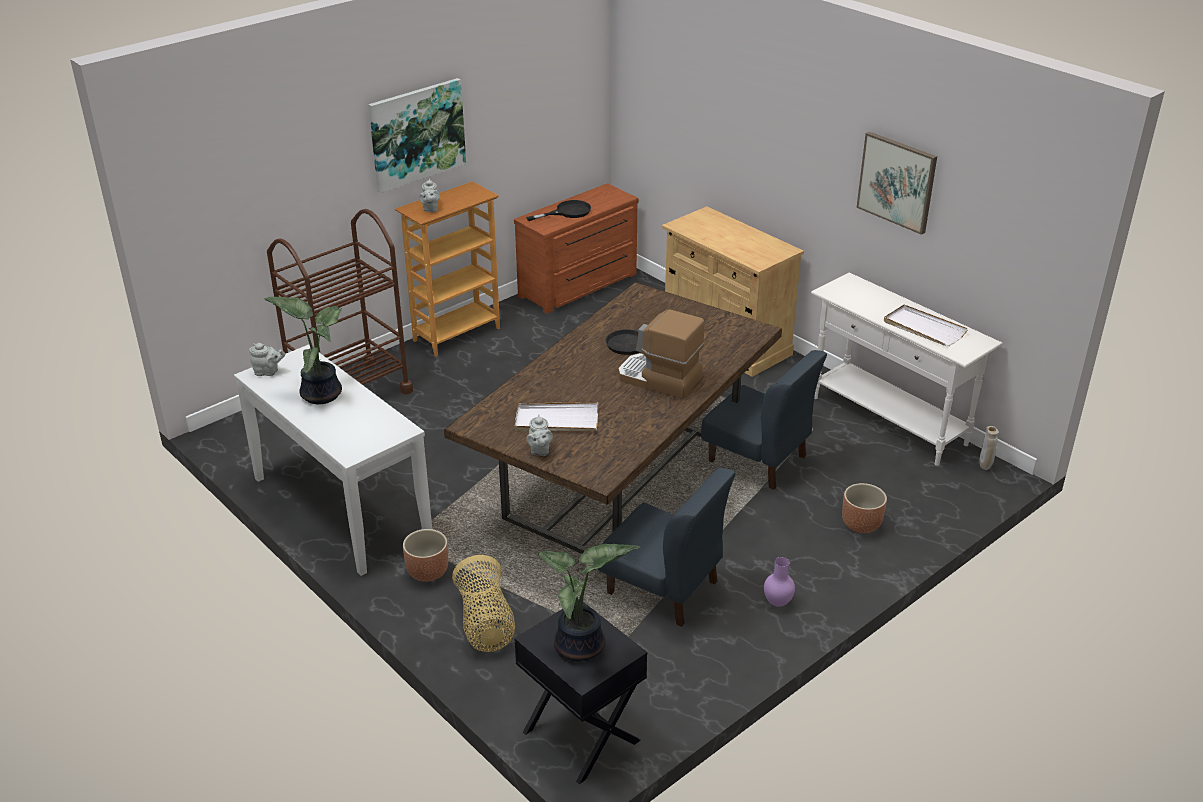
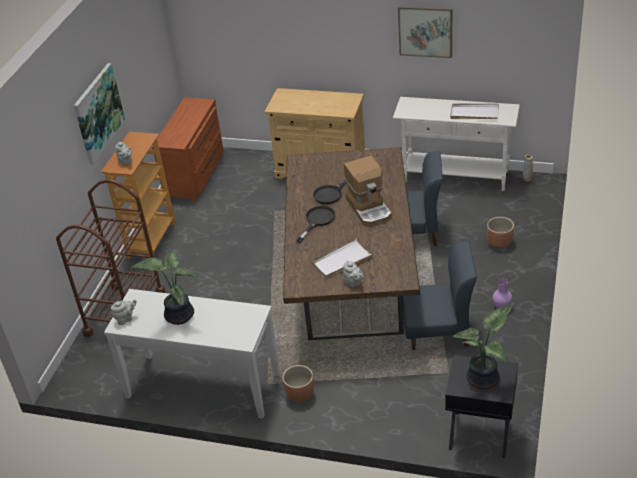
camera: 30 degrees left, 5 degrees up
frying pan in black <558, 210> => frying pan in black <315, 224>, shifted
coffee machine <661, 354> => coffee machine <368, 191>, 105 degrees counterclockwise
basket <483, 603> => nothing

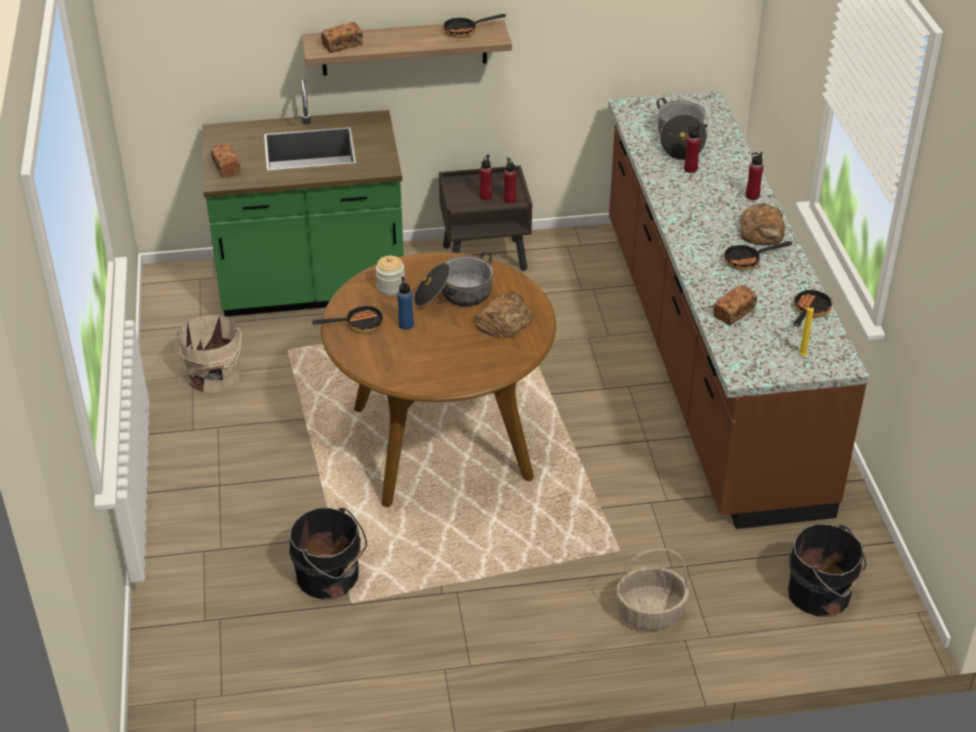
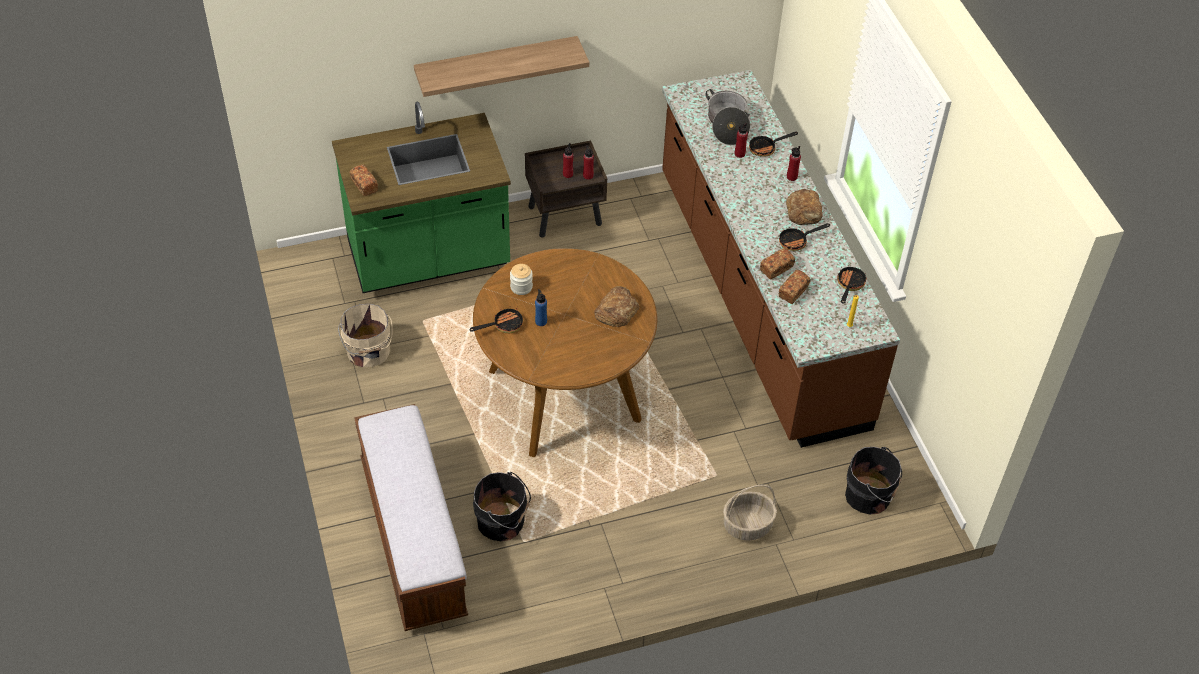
camera: 10 degrees left, 10 degrees up
nothing => bench <411, 517>
frying pan <475, 26> => frying pan <773, 144>, shifted
bread <342, 37> => bread <777, 264>, shifted
cooking pot <453, 279> => nothing

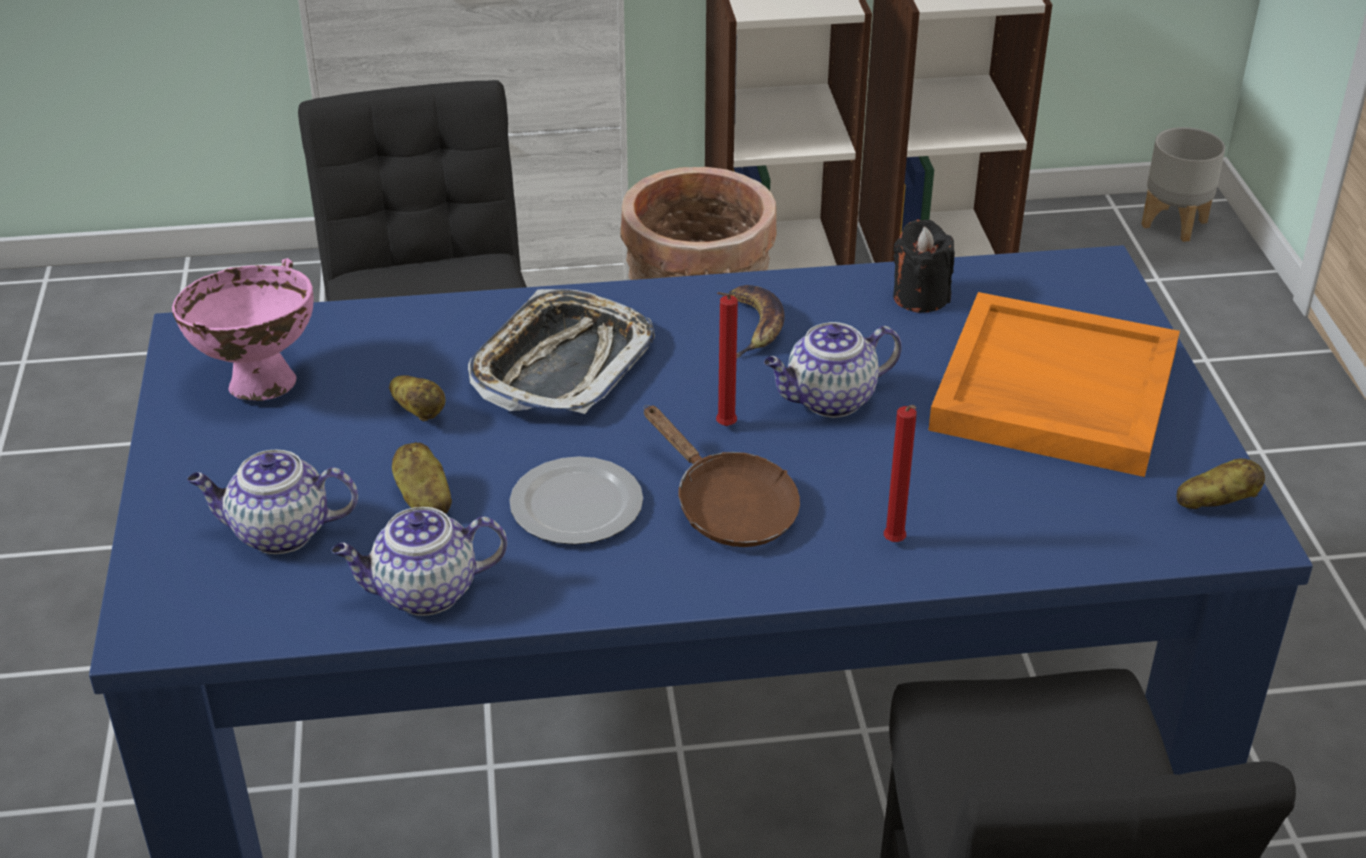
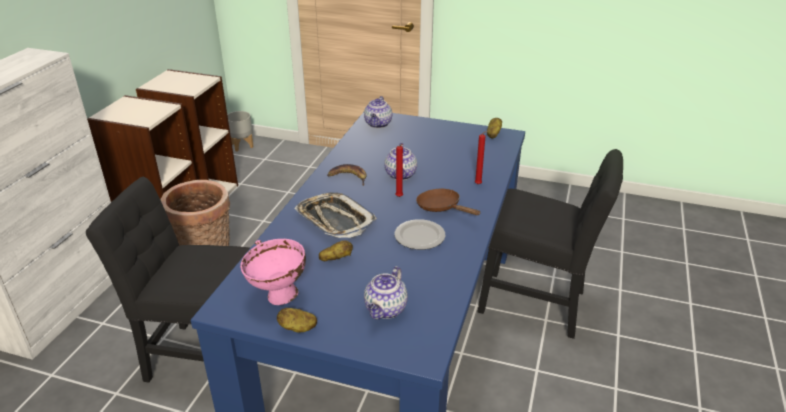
camera: 65 degrees left, 5 degrees down
potato <422, 478> => potato <297, 320>, shifted
teapot <419, 561> => teapot <378, 112>, shifted
frying pan in brown <722, 476> => frying pan in brown <448, 202>, 120 degrees counterclockwise
candle in black <924, 266> => nothing
tray in orange <1054, 384> => nothing

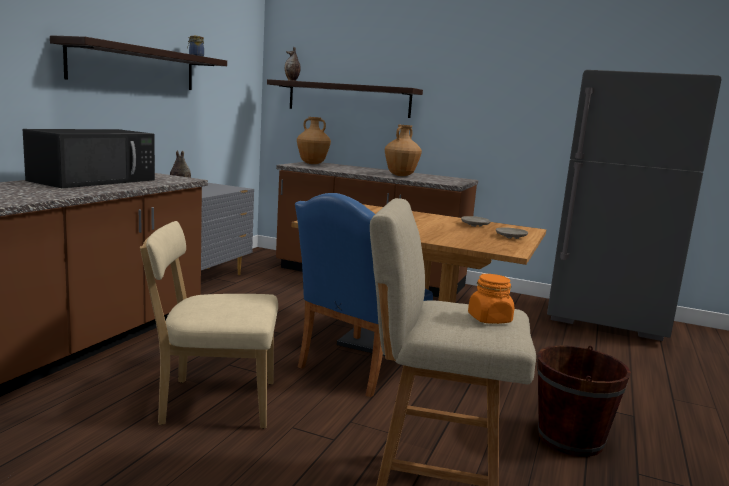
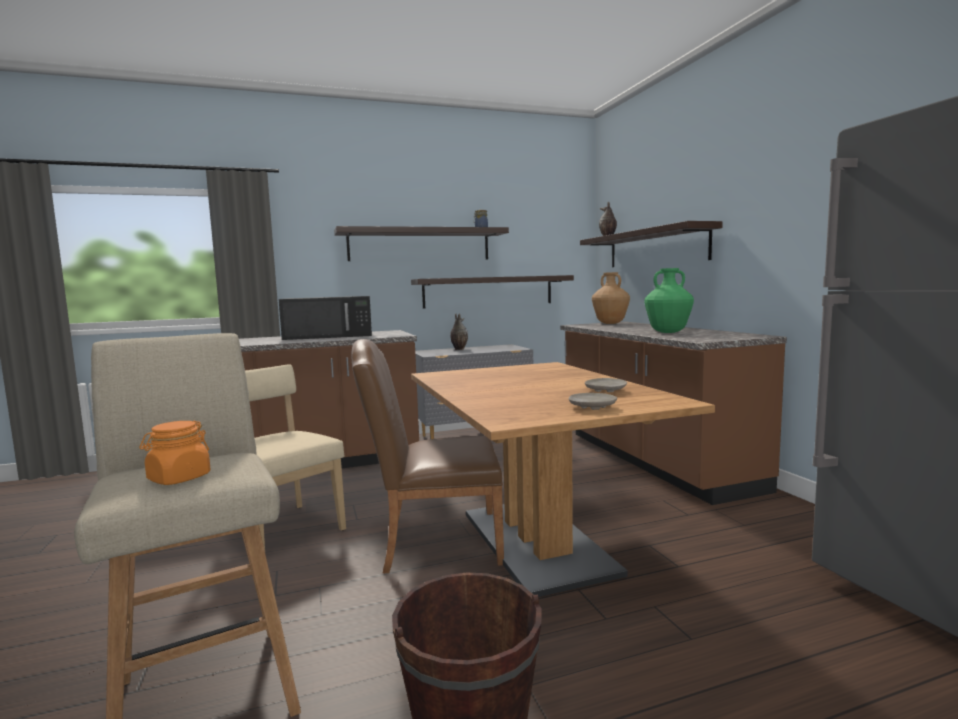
camera: 50 degrees right, 5 degrees down
chair in blue <364, 295> => chair in brown <427, 456>
nothing => shelf <492, 291>
vase in brown <403, 150> => vase in green <669, 300>

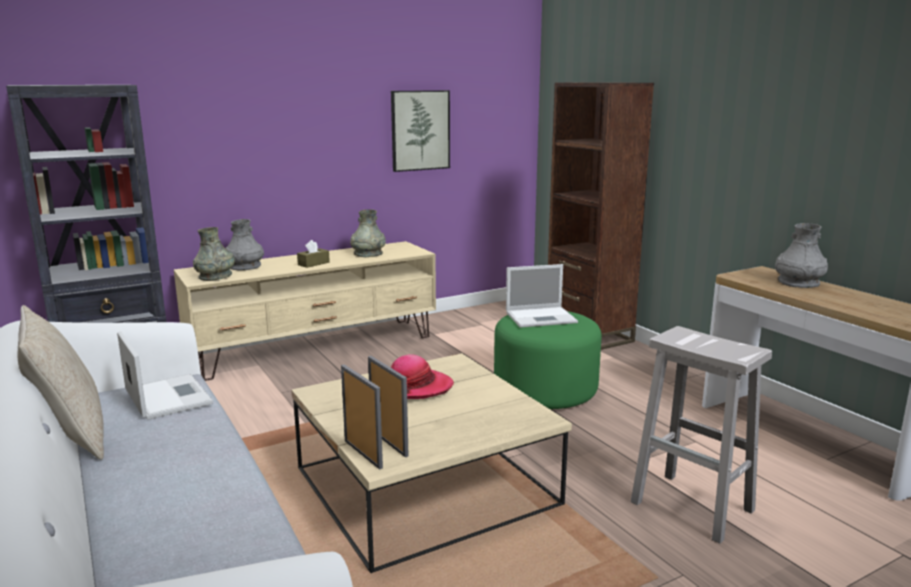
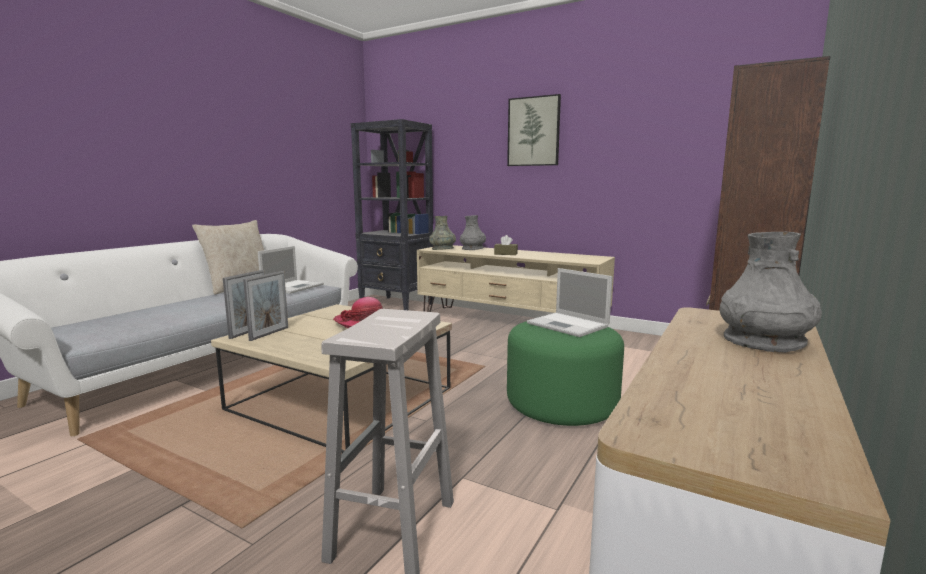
camera: 60 degrees right, 5 degrees down
picture <420, 131> => picture <534, 130>, shifted
vase in grey <368, 233> => nothing

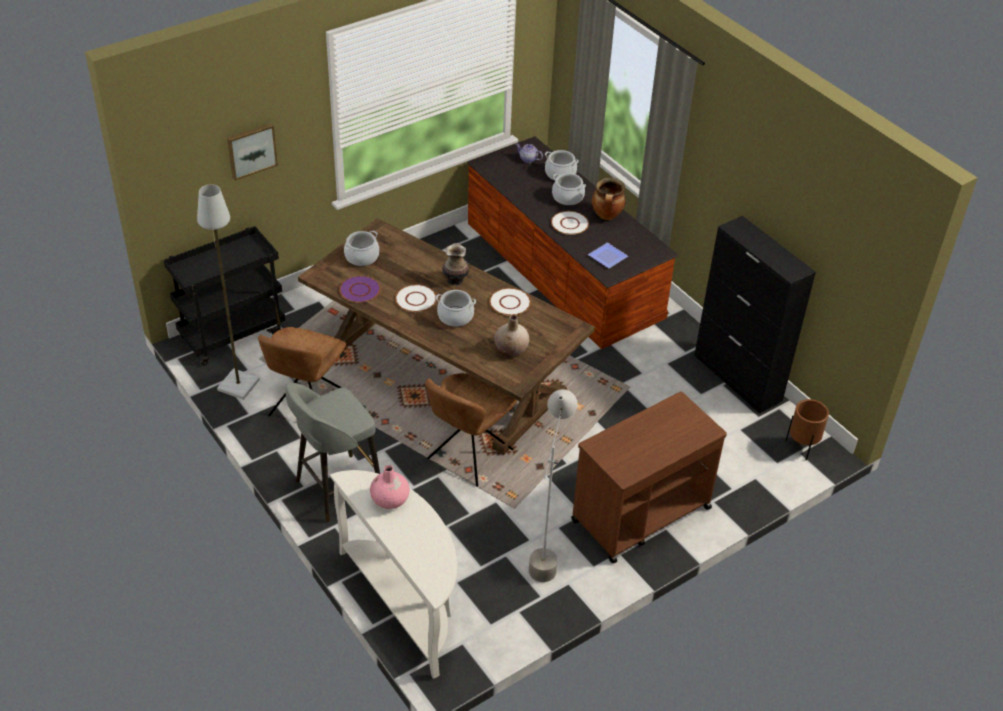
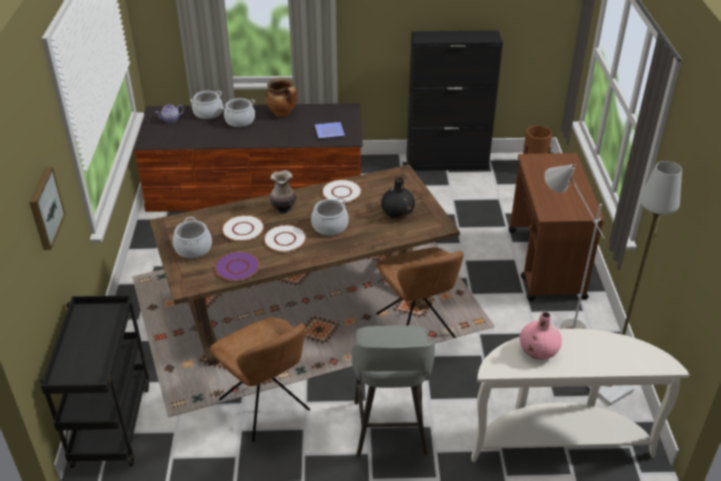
camera: 55 degrees left, 5 degrees down
plate in white <570, 223> => plate in white <243, 228>, shifted
vase in beige <512, 335> => vase in black <398, 198>
floor lamp in grey <228, 292> => floor lamp in grey <634, 283>, shifted

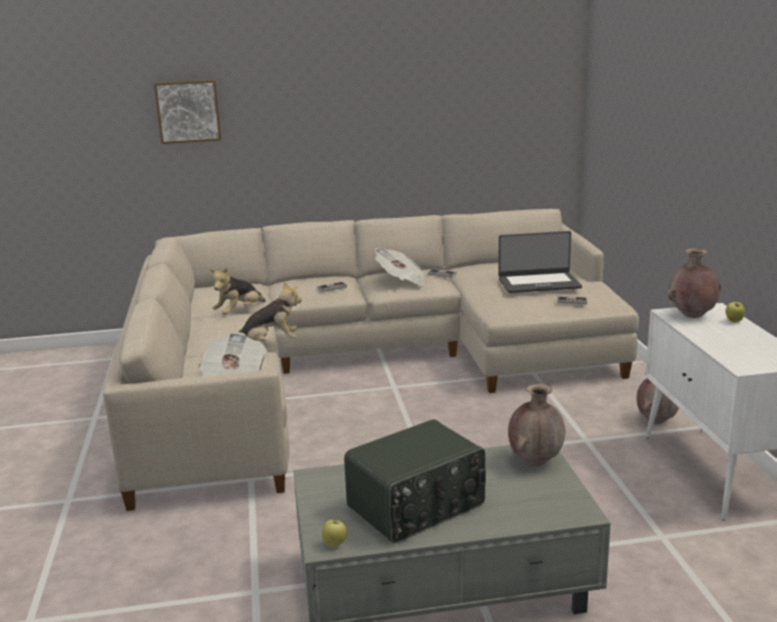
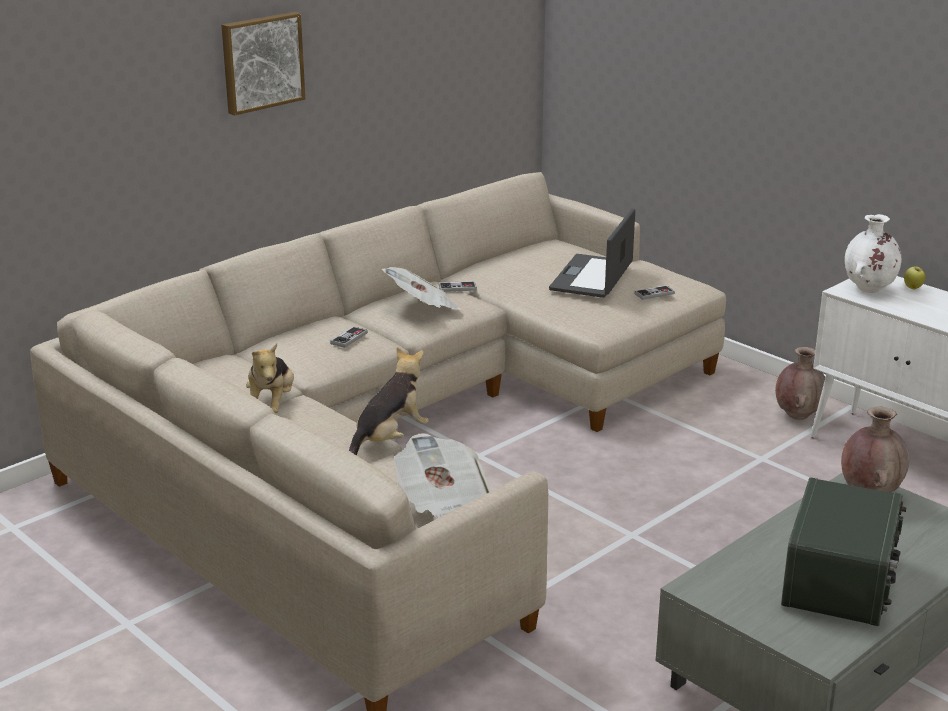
camera: 35 degrees left, 5 degrees up
picture <187, 112> => picture <263, 64>, shifted
laptop <540, 262> => laptop <592, 253>, 150 degrees clockwise
vase in brown <694, 283> => vase in white <873, 253>
apple <334, 533> => nothing

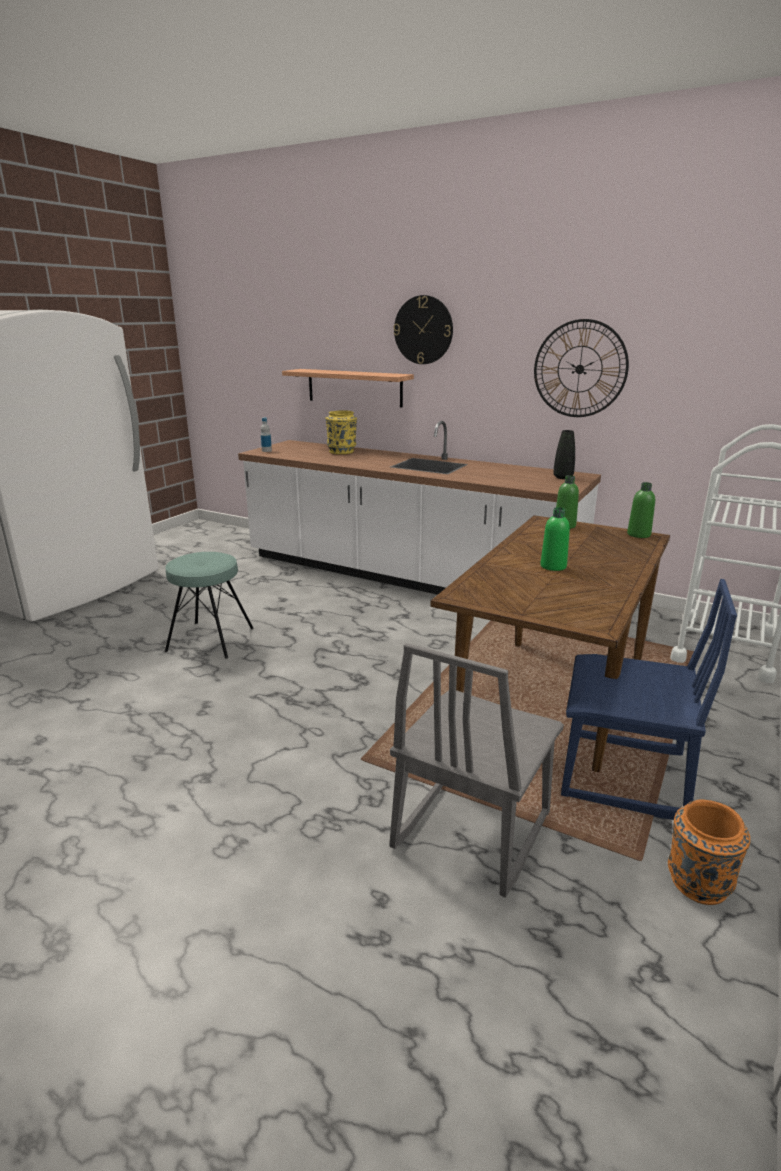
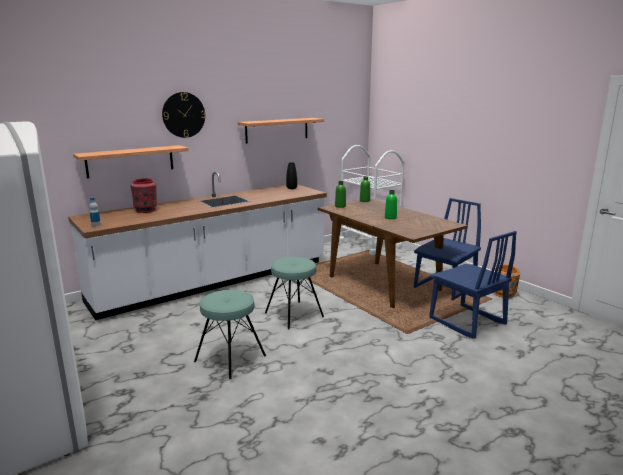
camera: 65 degrees left, 5 degrees down
vase in yellow <341, 432> => vase in red <144, 195>
wall clock <581, 368> => shelf <281, 130>
nothing => stool in turquoise <294, 293>
chair in grey <476, 770> => chair in blue <473, 285>

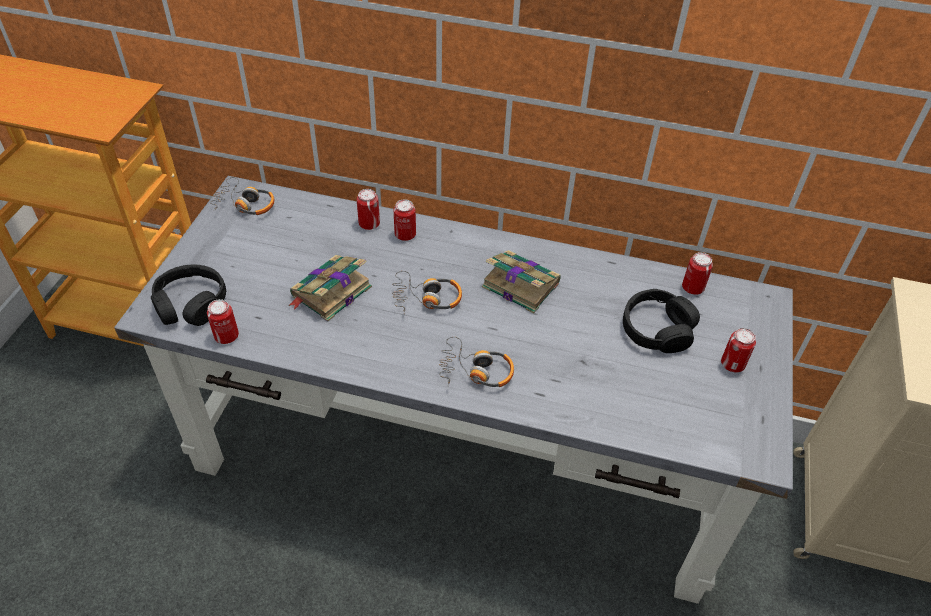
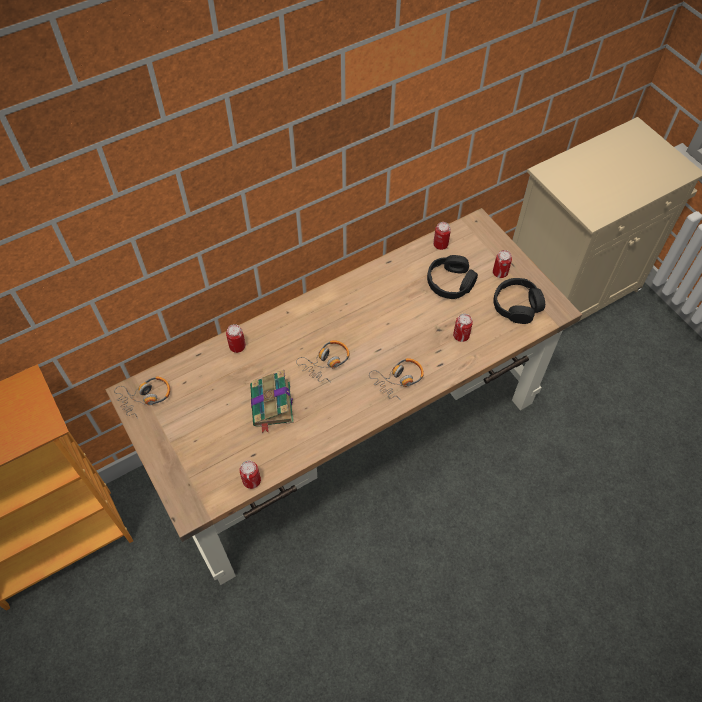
camera: 45 degrees left, 10 degrees up
desk in grey <453, 390> => desk in brown <343, 396>
can <405, 220> => can <463, 328>, shifted
headphones in black <189, 295> => headphones in black <519, 301>, shifted
book <521, 281> => nothing

